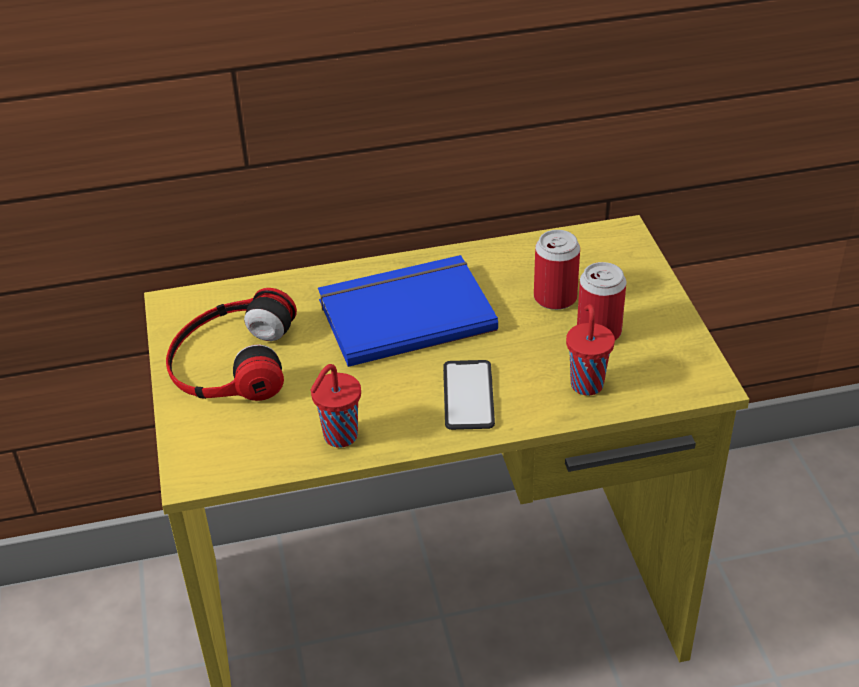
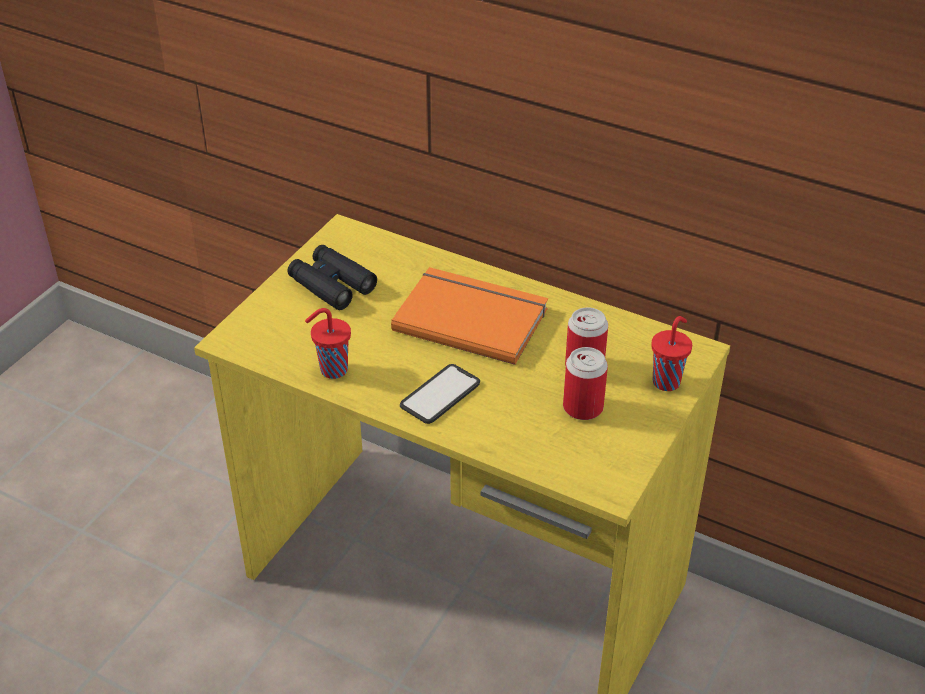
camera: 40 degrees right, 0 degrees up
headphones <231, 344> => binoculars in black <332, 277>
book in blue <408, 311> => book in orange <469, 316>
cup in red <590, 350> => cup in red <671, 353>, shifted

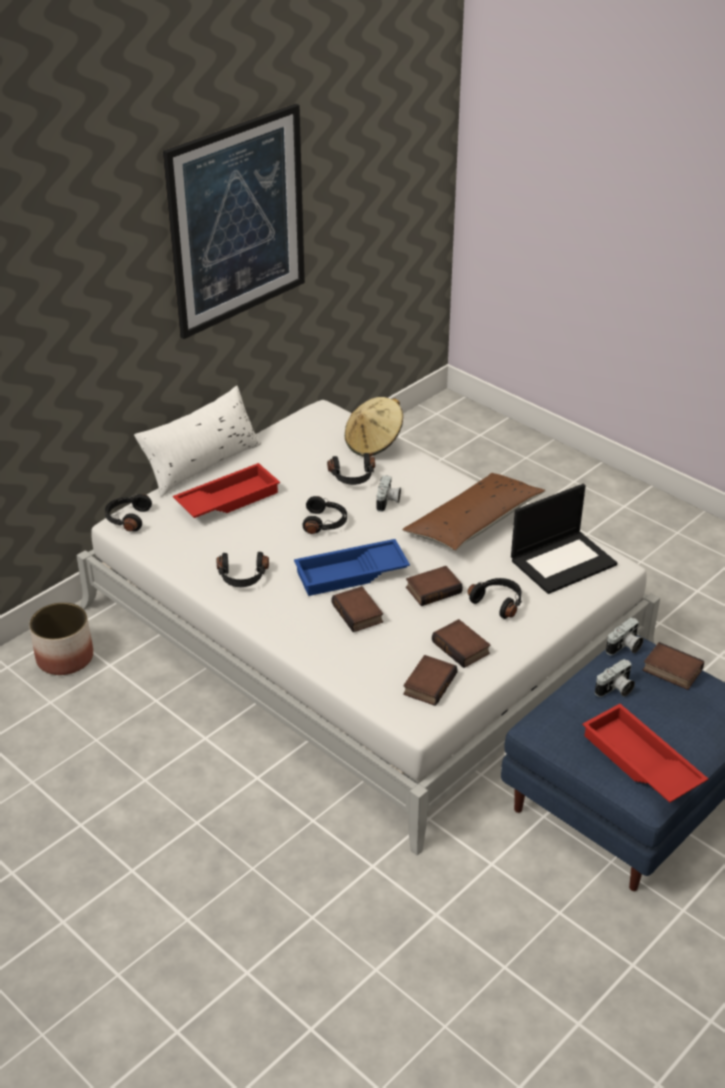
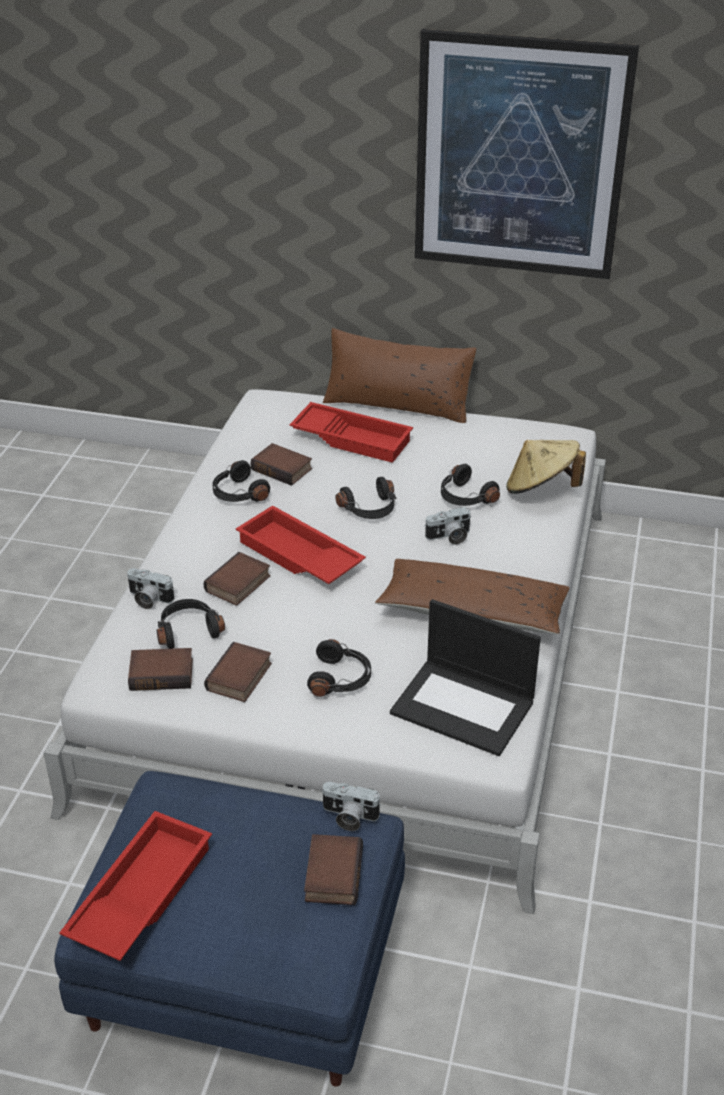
camera: 60 degrees right, 0 degrees up
photo camera <615, 678> => photo camera <150, 588>, shifted
headphones in black <128, 513> => headphones in black <191, 624>, shifted
tray in blue <352, 567> => tray in red <301, 544>
book <434, 586> => book <281, 464>, shifted
pillow in white <197, 441> => pillow in brown <400, 375>
planter <61, 638> => nothing

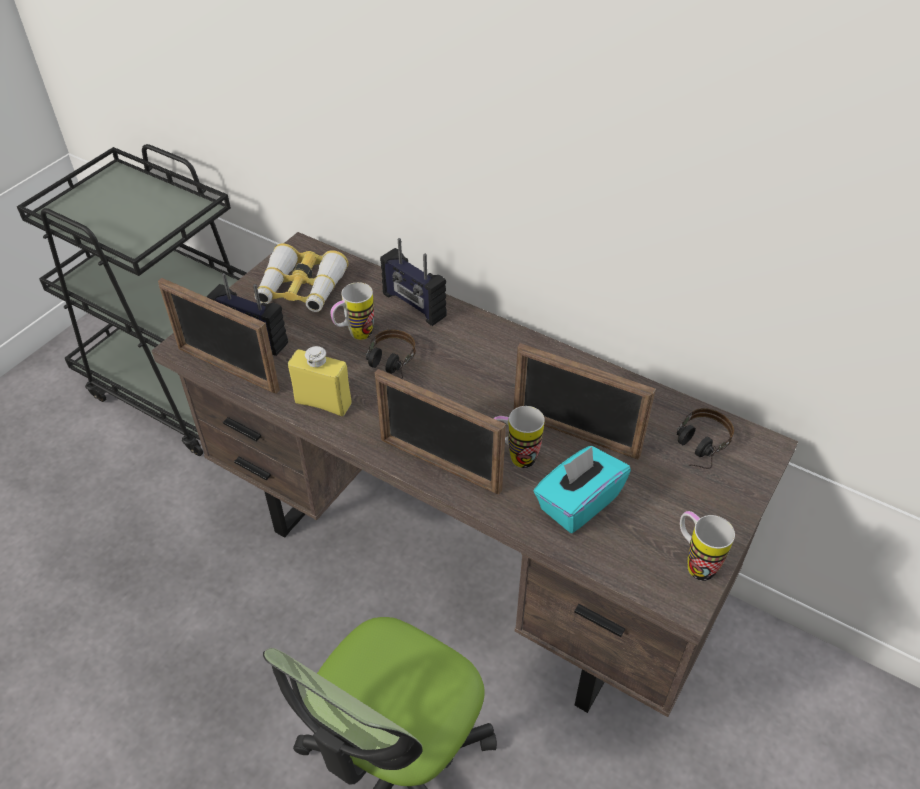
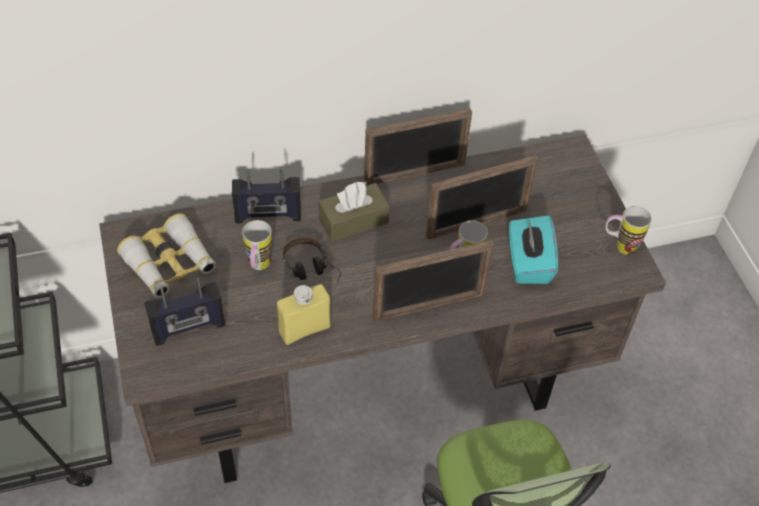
camera: 50 degrees left, 5 degrees up
nothing => tissue box in brown <354, 212>
picture frame <219, 336> => picture frame <418, 147>, shifted
headphones <705, 438> => nothing

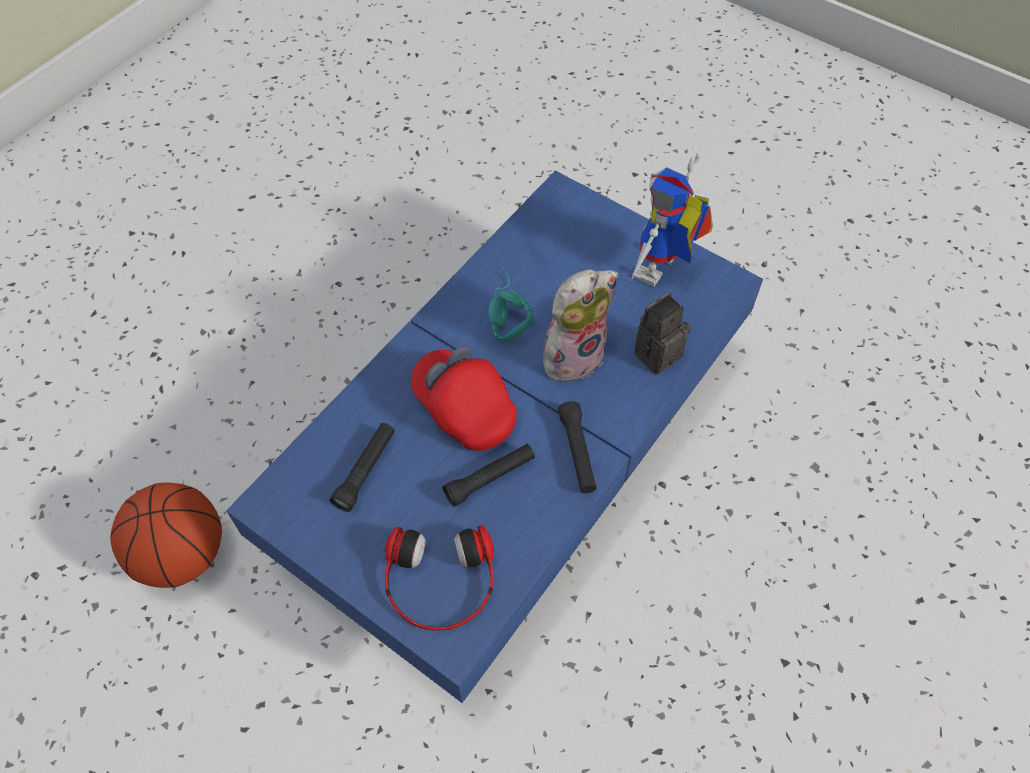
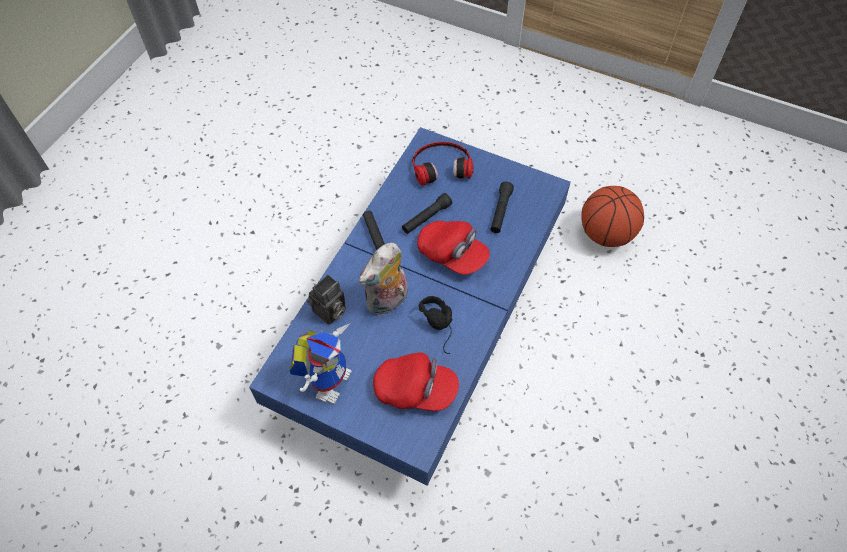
camera: 170 degrees right, 0 degrees up
nothing => cap in red <416, 381>
headphones in turquoise <511, 305> => headphones in black <435, 325>

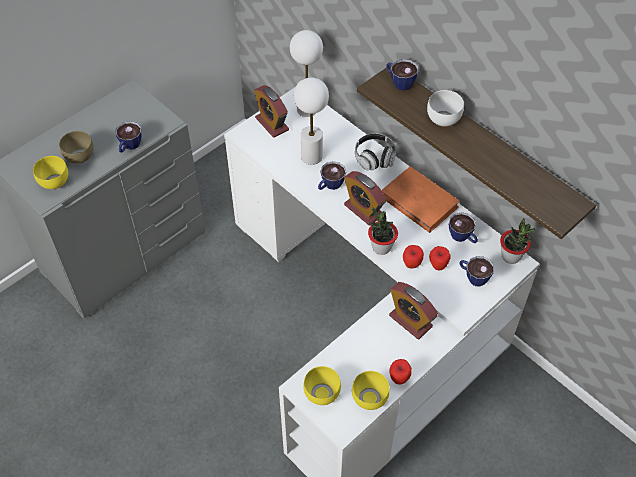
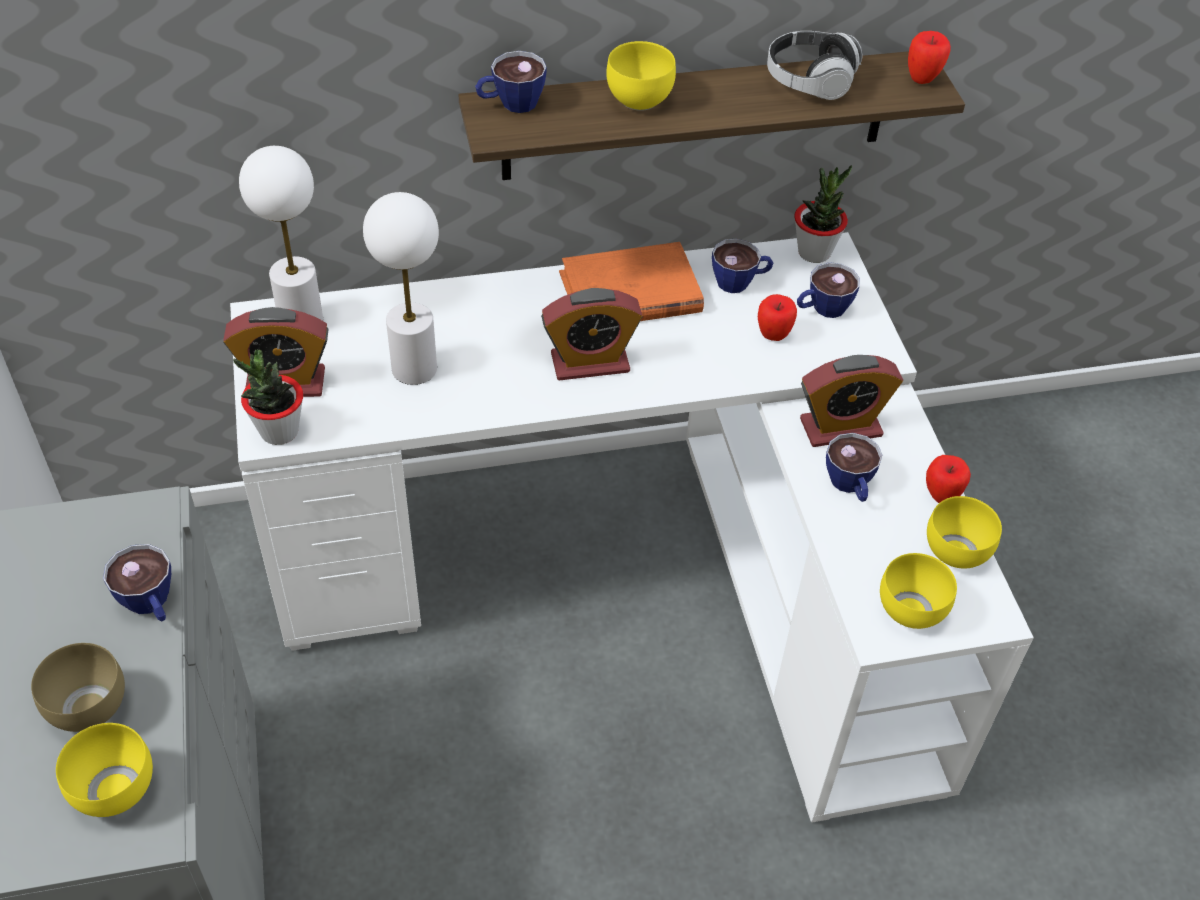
camera: 60 degrees left, 5 degrees down
potted plant <383, 231> => potted plant <268, 397>, shifted
bowl in white <445, 108> => bowl in yellow <641, 76>
headphones <375, 152> => headphones <815, 65>, shifted
cup <332, 175> => cup <854, 467>, shifted
apple <413, 256> => apple <929, 57>, shifted

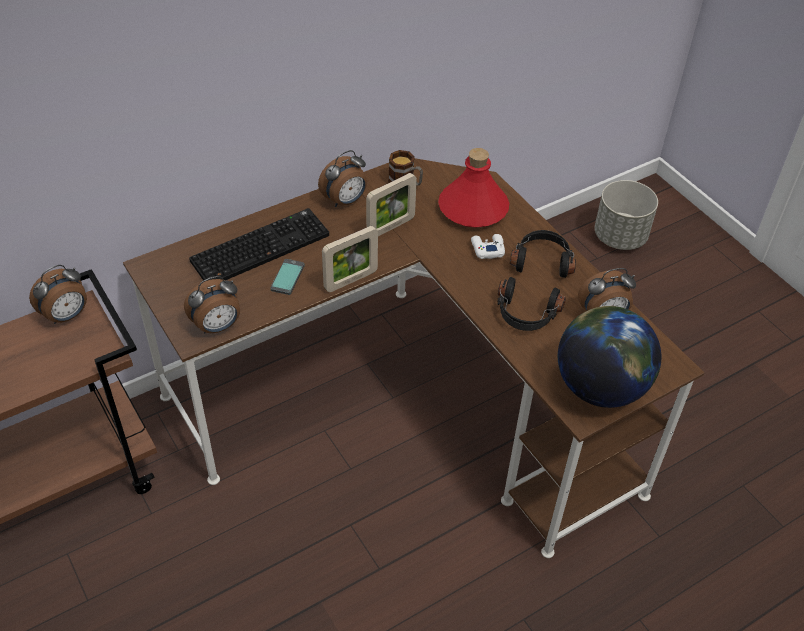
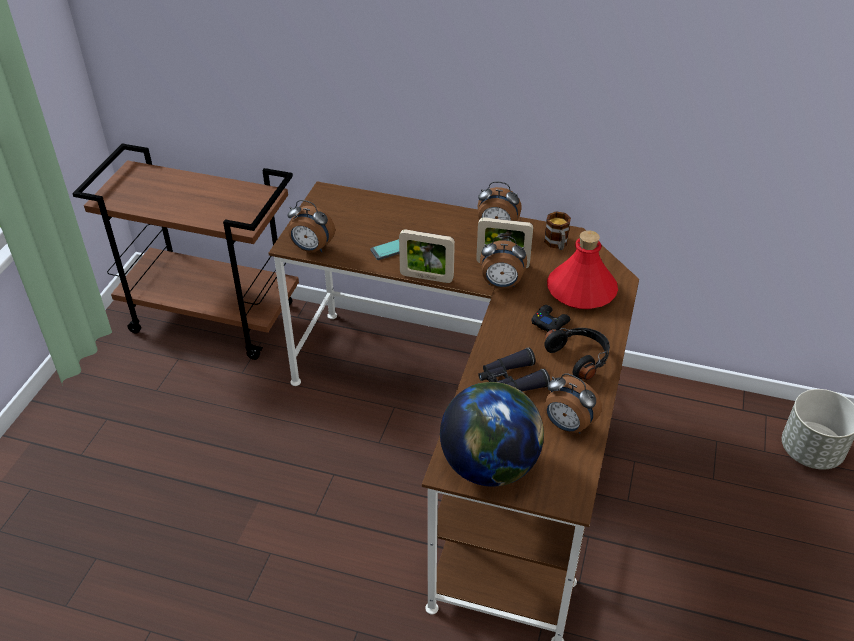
camera: 50 degrees right, 5 degrees down
headphones in black <532, 304> => binoculars in black <514, 369>
alarm clock <58, 294> => alarm clock <503, 262>, shifted
game controller in white <488, 246> => game controller in black <551, 318>
keyboard <259, 244> => nothing

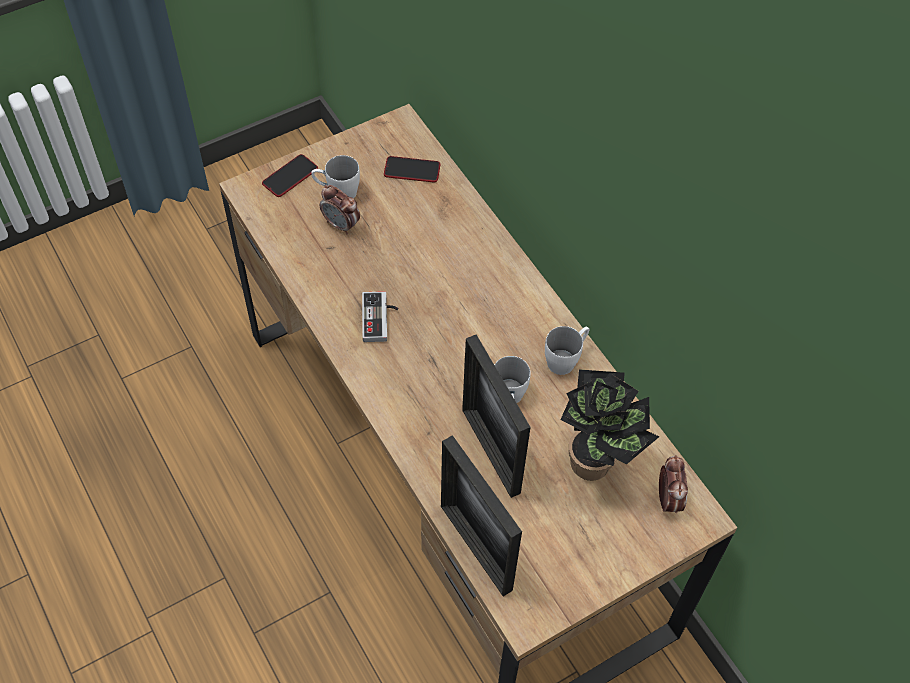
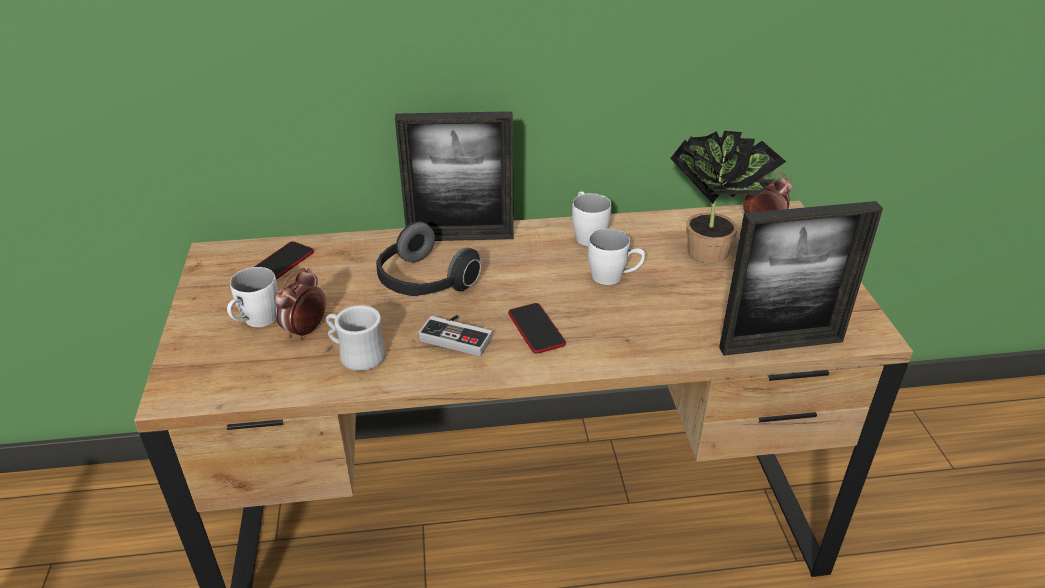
camera: 65 degrees left, 20 degrees down
alarm clock <340, 209> => alarm clock <300, 304>, 150 degrees clockwise
nothing => mug in white <356, 338>
nothing => headphones <428, 258>
picture frame <496, 416> => picture frame <454, 176>, shifted
phone <290, 175> => phone <537, 328>, shifted

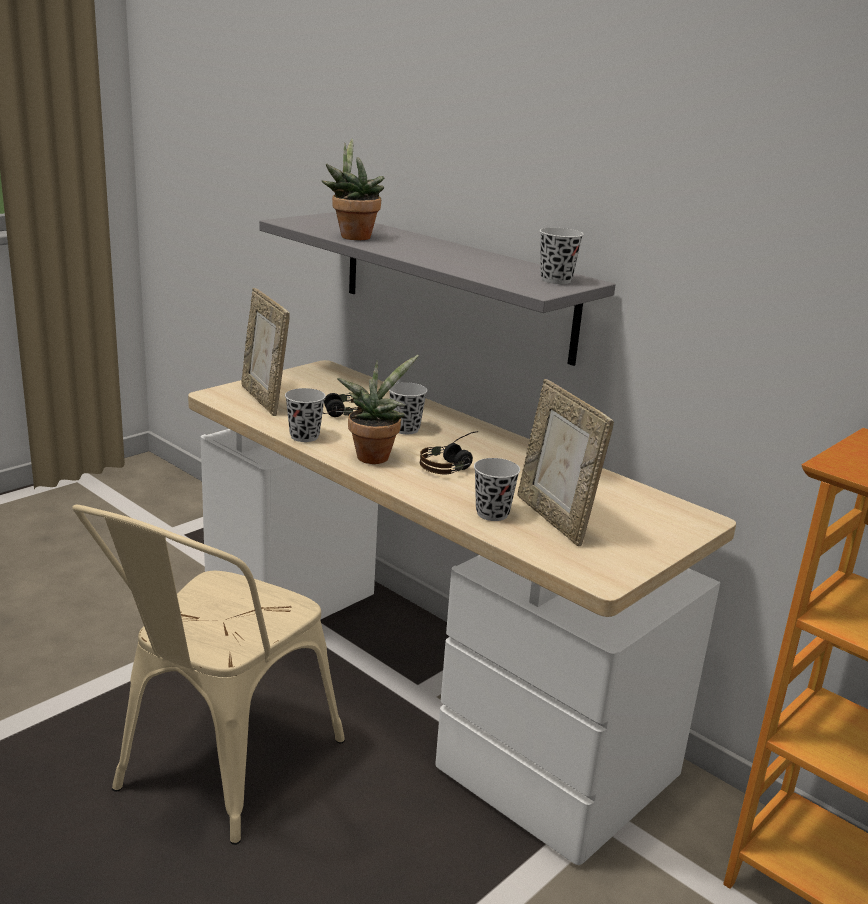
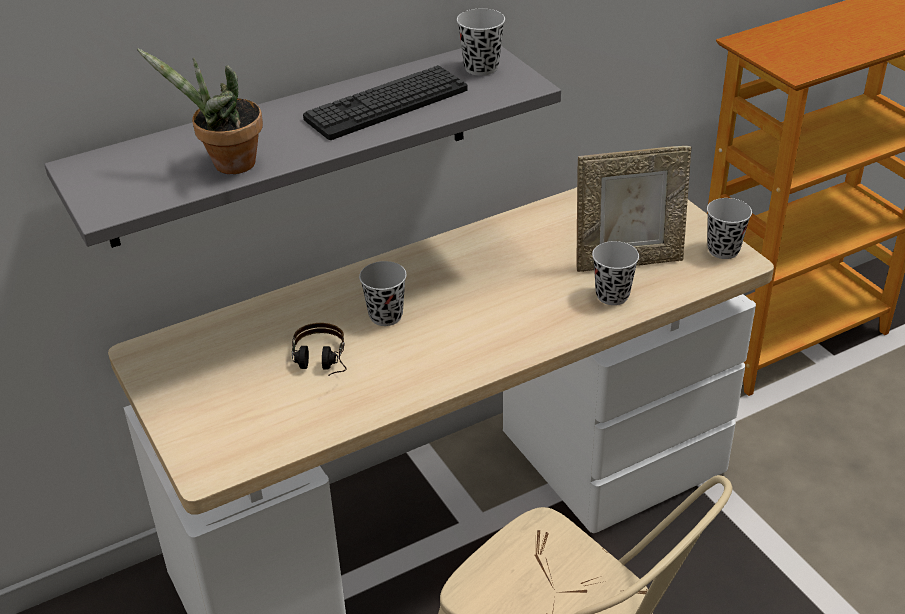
camera: 70 degrees left, 15 degrees up
nothing => keyboard <385, 102>
cup in black <305, 415> => cup in black <729, 228>, shifted
picture frame <266, 352> => nothing
potted plant <378, 409> => nothing
headphones <449, 452> => nothing

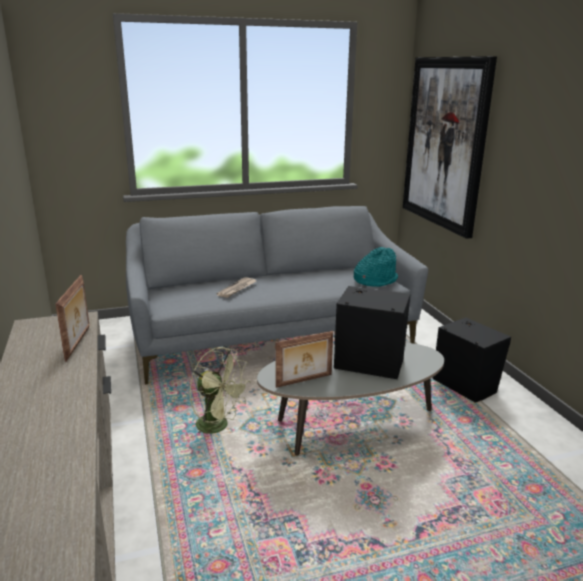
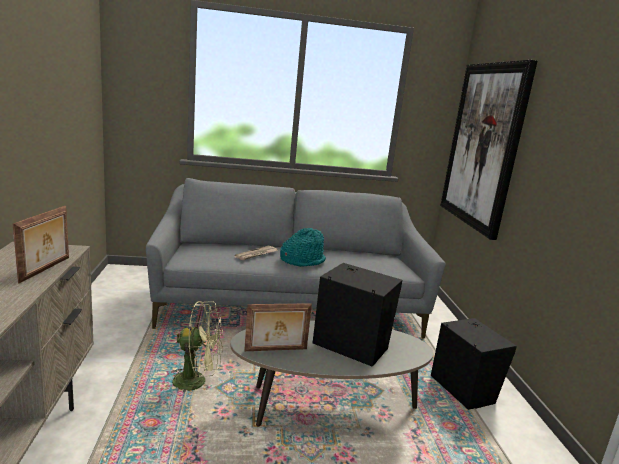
camera: 10 degrees right, 5 degrees down
fan in green <220, 391> => fan in green <197, 346>, 45 degrees counterclockwise
hat in turquoise <376, 267> => hat in turquoise <303, 247>, shifted

